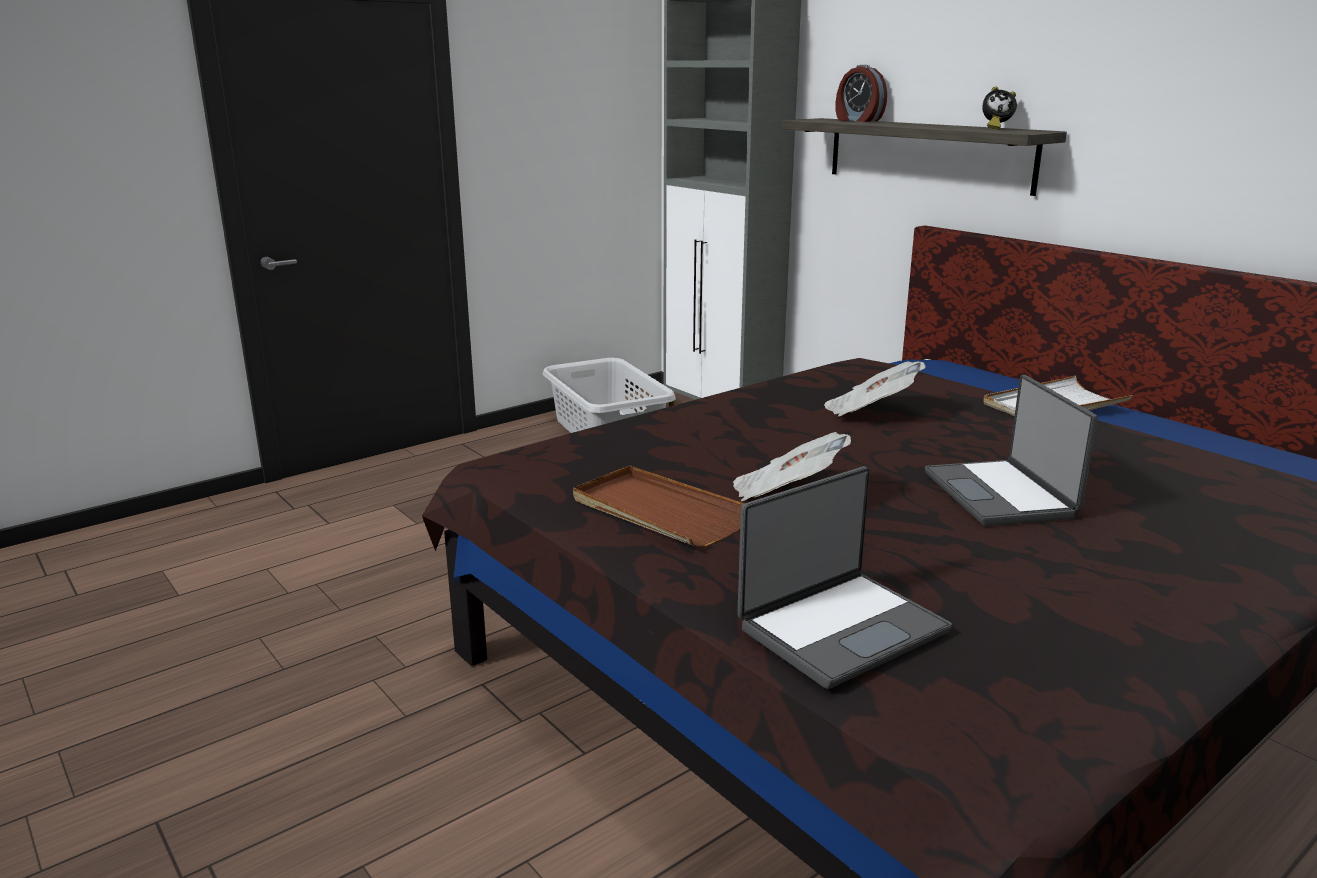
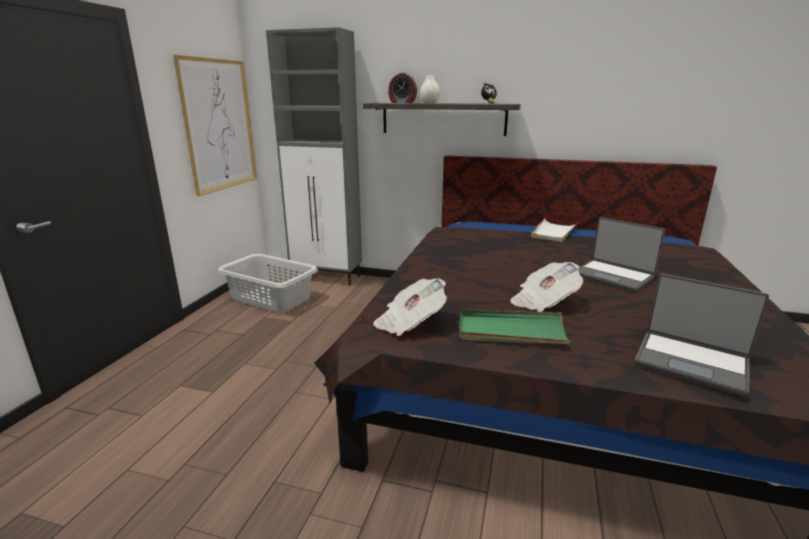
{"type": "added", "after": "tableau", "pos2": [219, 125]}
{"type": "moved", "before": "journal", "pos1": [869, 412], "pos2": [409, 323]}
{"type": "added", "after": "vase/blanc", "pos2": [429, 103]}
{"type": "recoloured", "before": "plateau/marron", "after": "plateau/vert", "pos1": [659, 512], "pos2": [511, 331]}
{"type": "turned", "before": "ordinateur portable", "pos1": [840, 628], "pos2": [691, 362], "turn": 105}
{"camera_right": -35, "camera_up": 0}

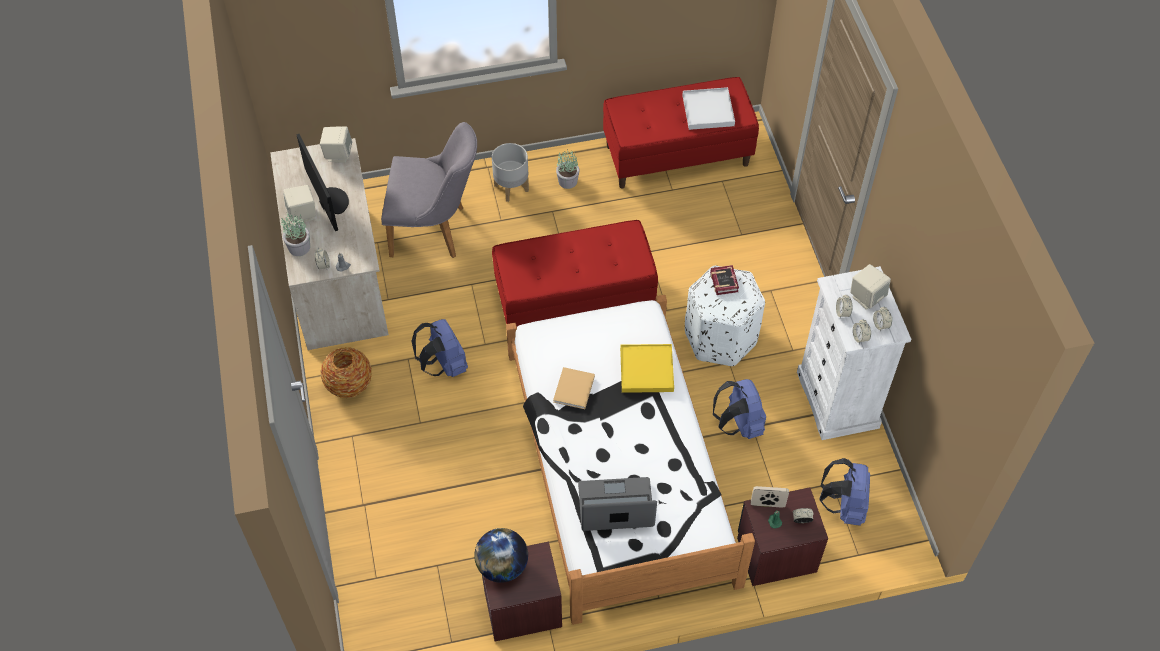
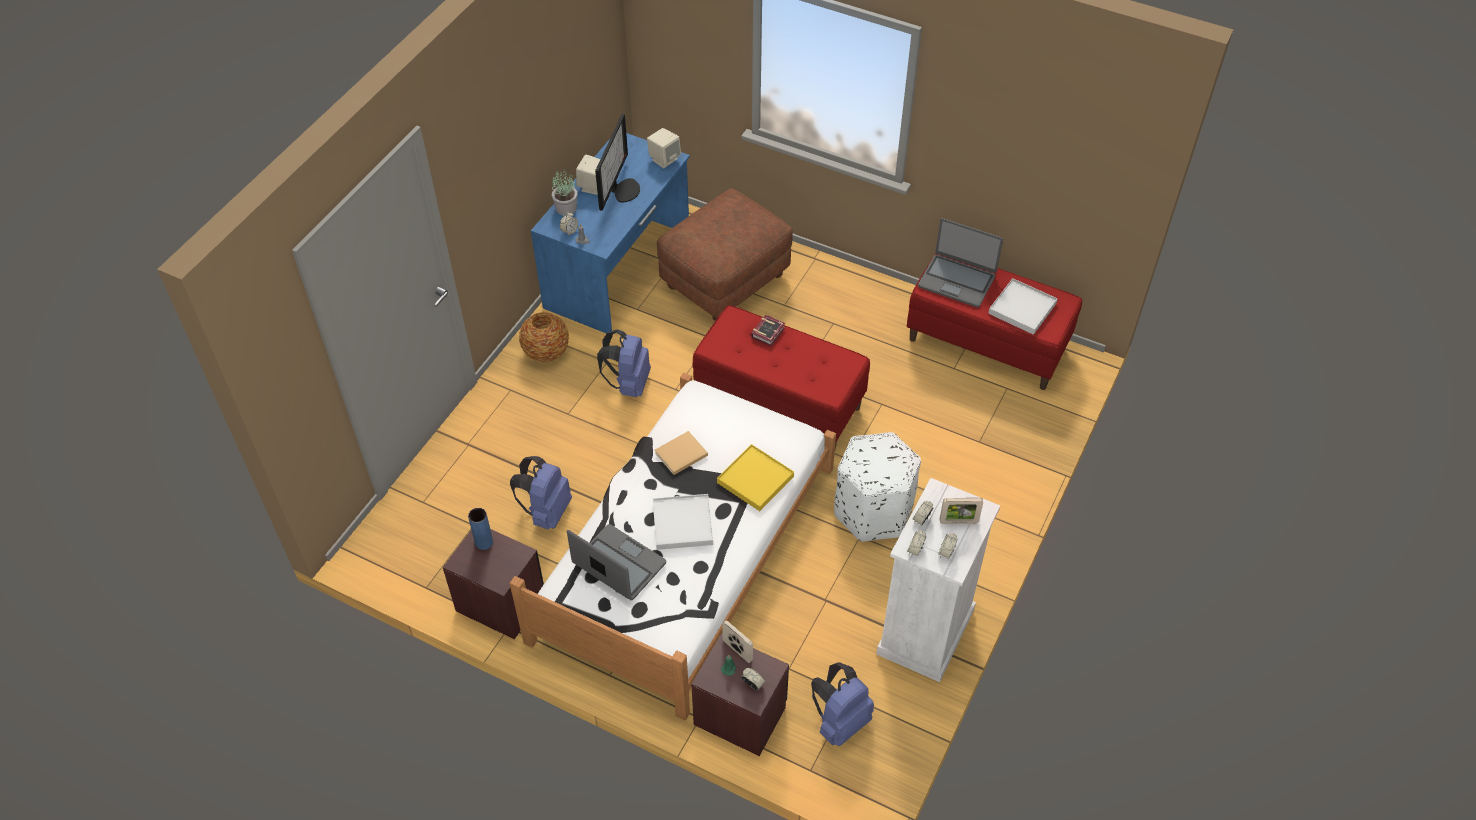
{"type": "replaced", "before": "globe", "after": "vase/bleu", "pos1": [502, 566], "pos2": [484, 542]}
{"type": "moved", "before": "sac à dos/bleu", "pos1": [738, 424], "pos2": [546, 511]}
{"type": "recoloured", "before": "bureau/beige", "after": "bureau/bleu", "pos1": [339, 276], "pos2": [619, 270]}
{"type": "added", "after": "plateau/blanc", "pos2": [682, 524]}
{"type": "replaced", "before": "chaise/gris", "after": "pouf/marron", "pos1": [435, 230], "pos2": [725, 281]}
{"type": "moved", "before": "livre", "pos1": [724, 281], "pos2": [769, 332]}
{"type": "added", "after": "ordinateur portable", "pos2": [957, 281]}
{"type": "replaced", "before": "enceinte/beige", "after": "cadre photo", "pos1": [866, 297], "pos2": [958, 522]}
{"type": "removed", "before": "cache-pot/gris", "pos1": [511, 188]}
{"type": "removed", "before": "plante en pot", "pos1": [568, 181]}
{"camera_right": 40, "camera_up": -5}

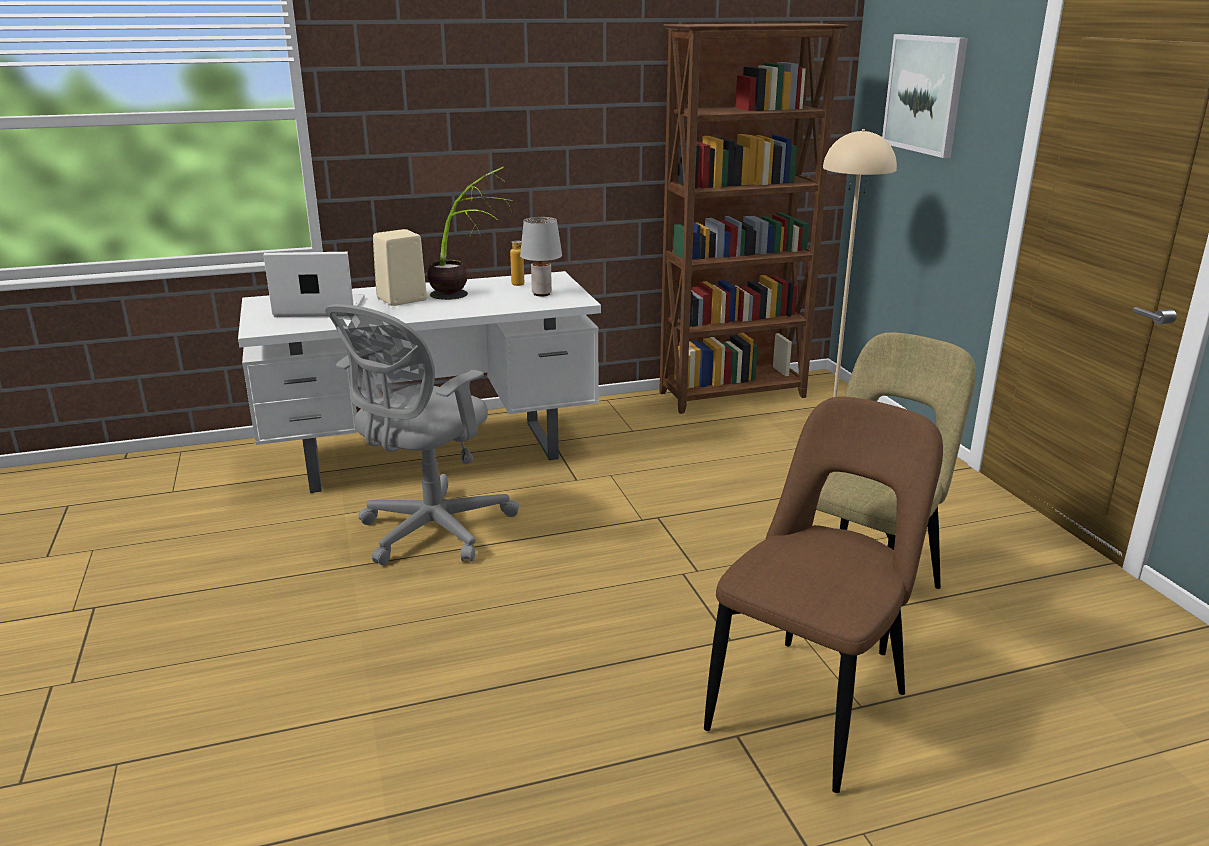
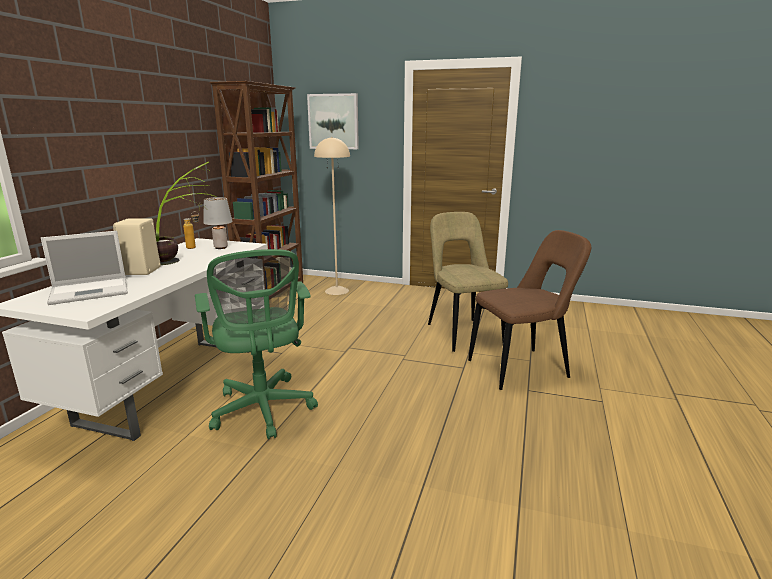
{"type": "turned", "before": "ordinateur portable", "pos1": [318, 308], "pos2": [91, 291], "turn": -150}
{"type": "recoloured", "before": "chaise de bureau/gris", "after": "chaise de bureau/vert", "pos1": [429, 532], "pos2": [263, 411]}
{"type": "turned", "before": "chaise/marron", "pos1": [813, 706], "pos2": [522, 368], "turn": 90}
{"camera_right": -55, "camera_up": -5}

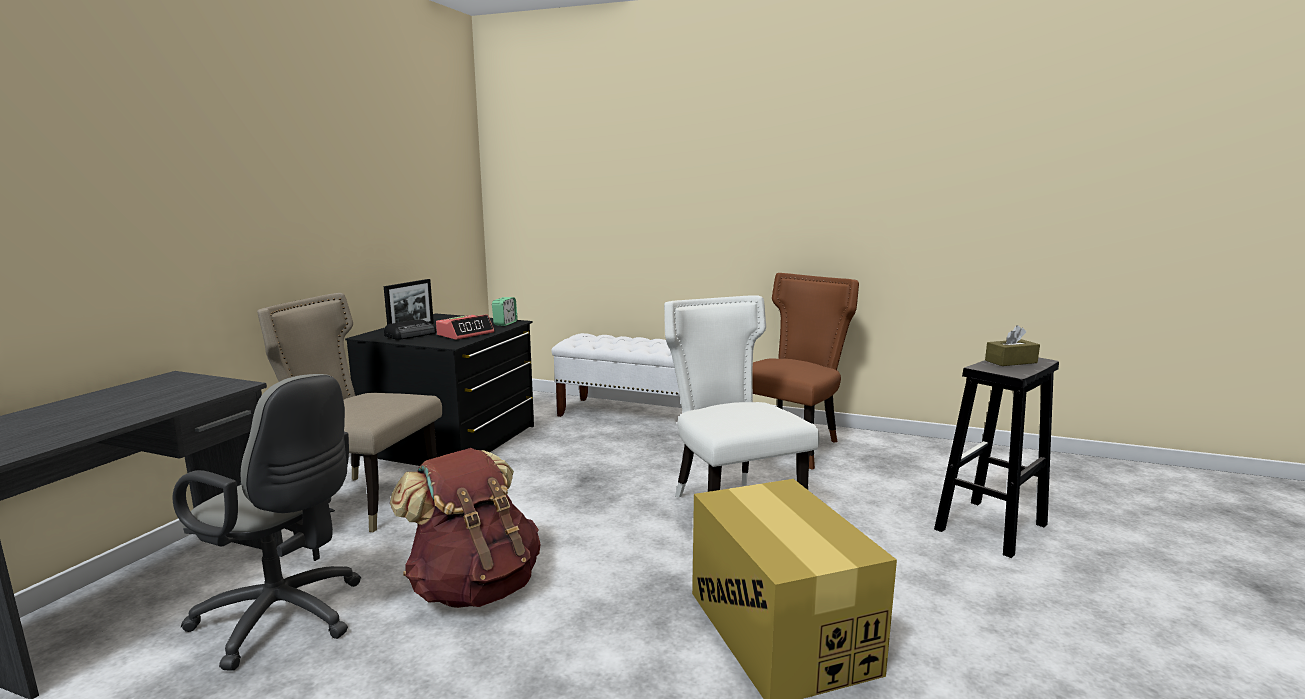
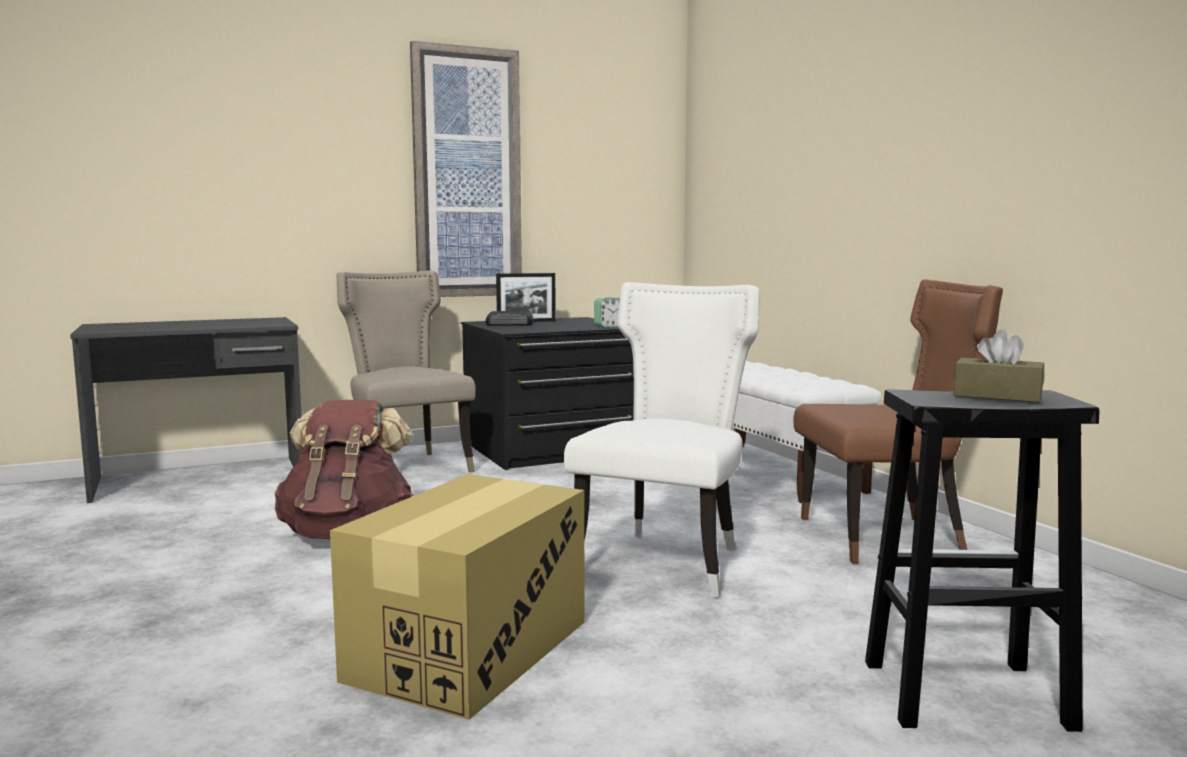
{"type": "added", "after": "tableau", "pos2": [467, 174]}
{"type": "removed", "before": "chaise de bureau/gris", "pos1": [287, 619]}
{"type": "removed", "before": "réveil", "pos1": [465, 334]}
{"camera_right": 45, "camera_up": -5}

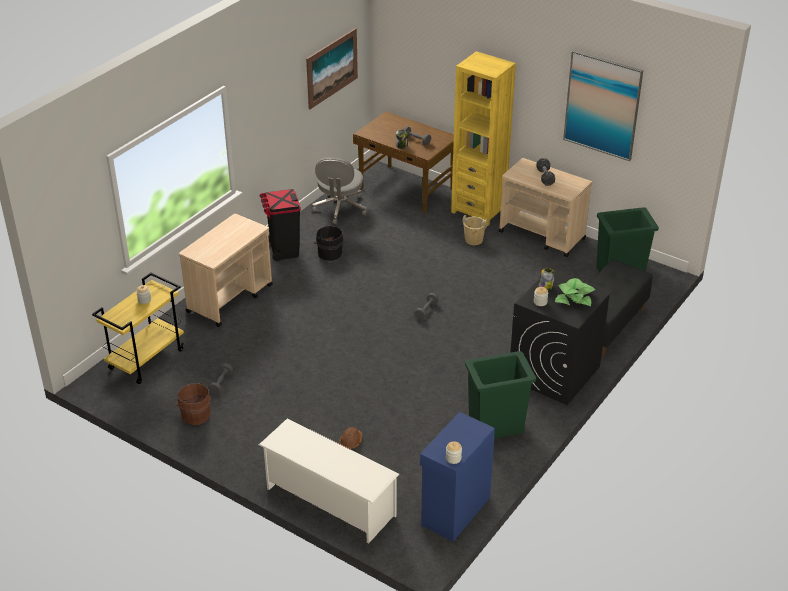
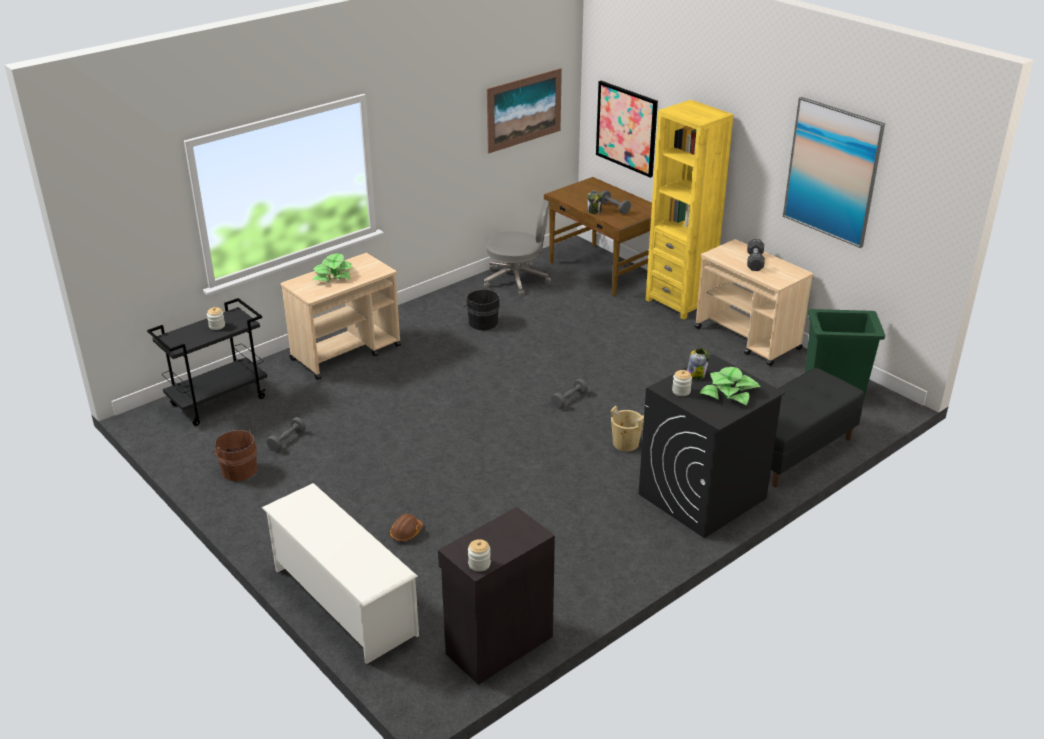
{"type": "recoloured", "before": "chariot/jaune", "after": "chariot/noir", "pos1": [146, 359], "pos2": [219, 401]}
{"type": "added", "after": "plante en pot", "pos2": [333, 275]}
{"type": "recoloured", "before": "meuble de rangement/bleu", "after": "meuble de rangement/noir", "pos1": [454, 511], "pos2": [497, 644]}
{"type": "turned", "before": "chaise de bureau/gris", "pos1": [340, 209], "pos2": [517, 280], "turn": -105}
{"type": "added", "after": "tableau", "pos2": [626, 128]}
{"type": "moved", "before": "seau/beige", "pos1": [473, 240], "pos2": [625, 444]}
{"type": "removed", "before": "poubelle/noir", "pos1": [284, 250]}
{"type": "removed", "before": "poubelle/vert", "pos1": [496, 426]}
{"camera_right": 15, "camera_up": -5}

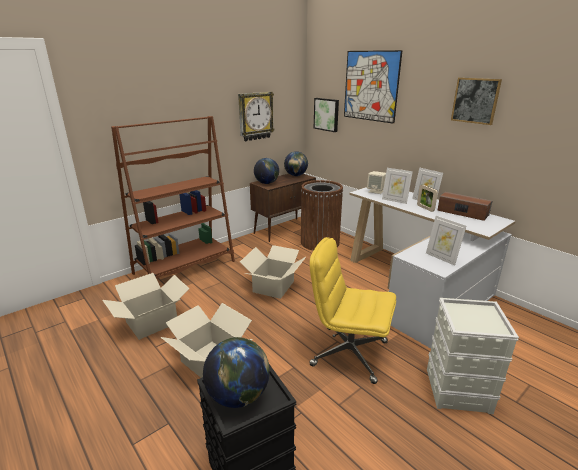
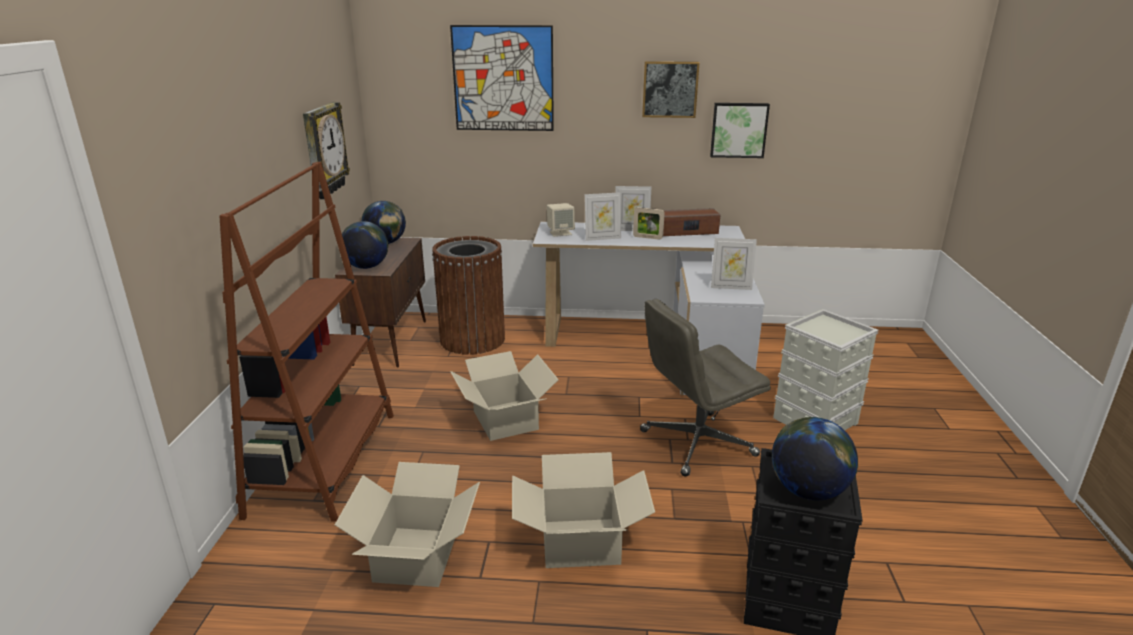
{"type": "recoloured", "before": "chaise de bureau/jaune", "after": "chaise de bureau/gris", "pos1": [348, 353], "pos2": [696, 444]}
{"type": "moved", "before": "tableau", "pos1": [327, 114], "pos2": [738, 130]}
{"camera_right": -45, "camera_up": 0}

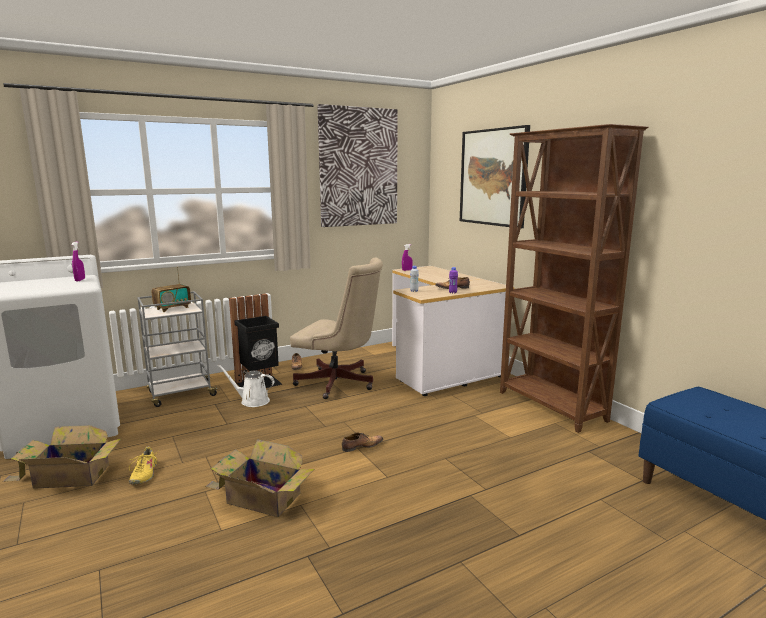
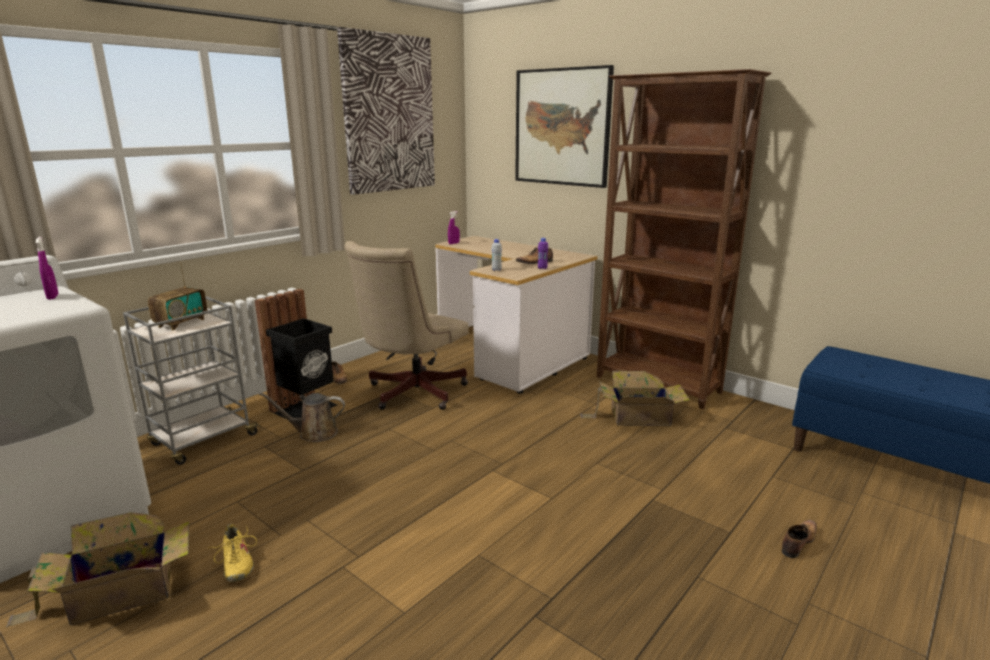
{"type": "recoloured", "before": "arrosoir/blanc", "after": "arrosoir/marron", "pos1": [252, 401], "pos2": [314, 433]}
{"type": "turned", "before": "chaise de bureau/beige", "pos1": [340, 384], "pos2": [411, 394], "turn": 120}
{"type": "moved", "before": "carton", "pos1": [261, 497], "pos2": [637, 417]}
{"type": "moved", "before": "chaussure", "pos1": [361, 446], "pos2": [798, 543]}
{"camera_right": -20, "camera_up": 5}

